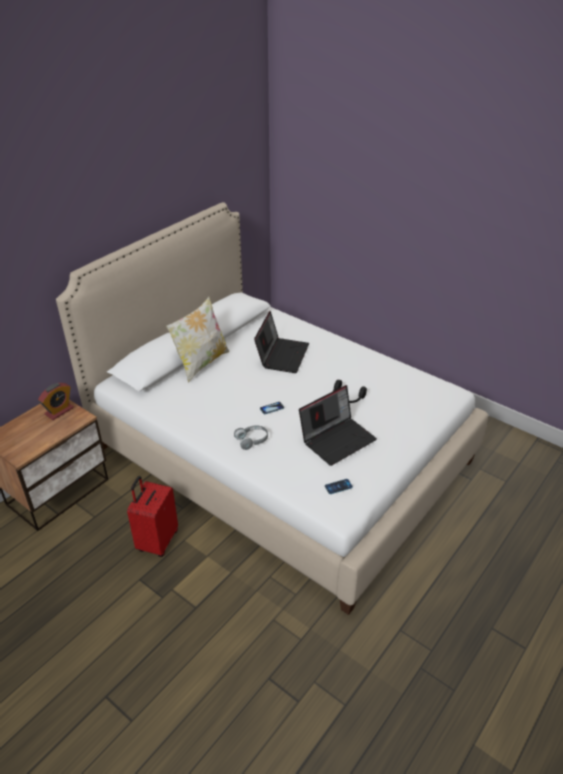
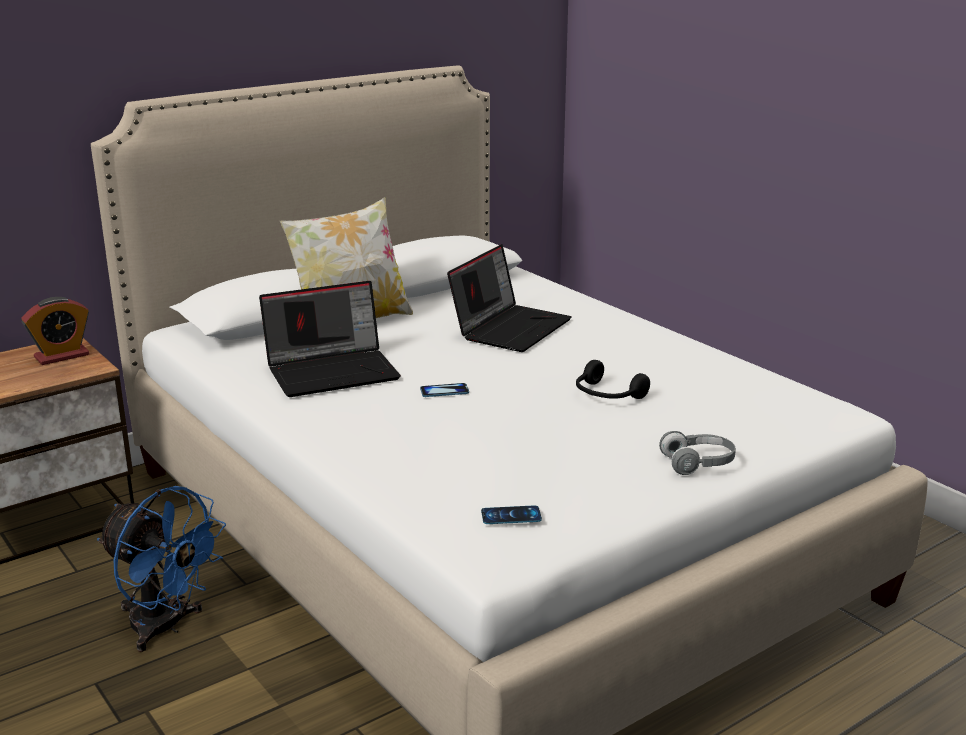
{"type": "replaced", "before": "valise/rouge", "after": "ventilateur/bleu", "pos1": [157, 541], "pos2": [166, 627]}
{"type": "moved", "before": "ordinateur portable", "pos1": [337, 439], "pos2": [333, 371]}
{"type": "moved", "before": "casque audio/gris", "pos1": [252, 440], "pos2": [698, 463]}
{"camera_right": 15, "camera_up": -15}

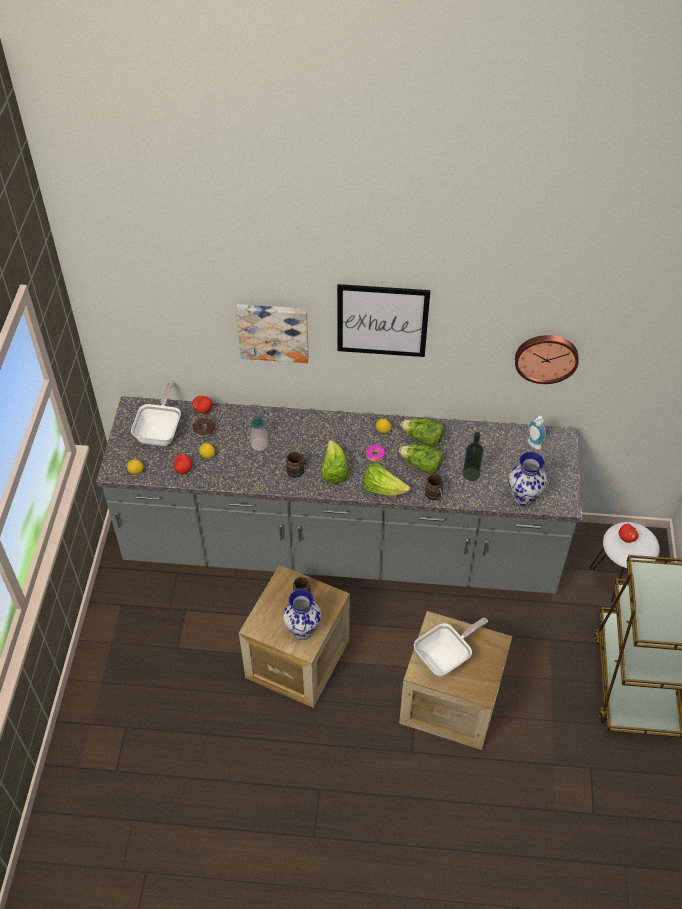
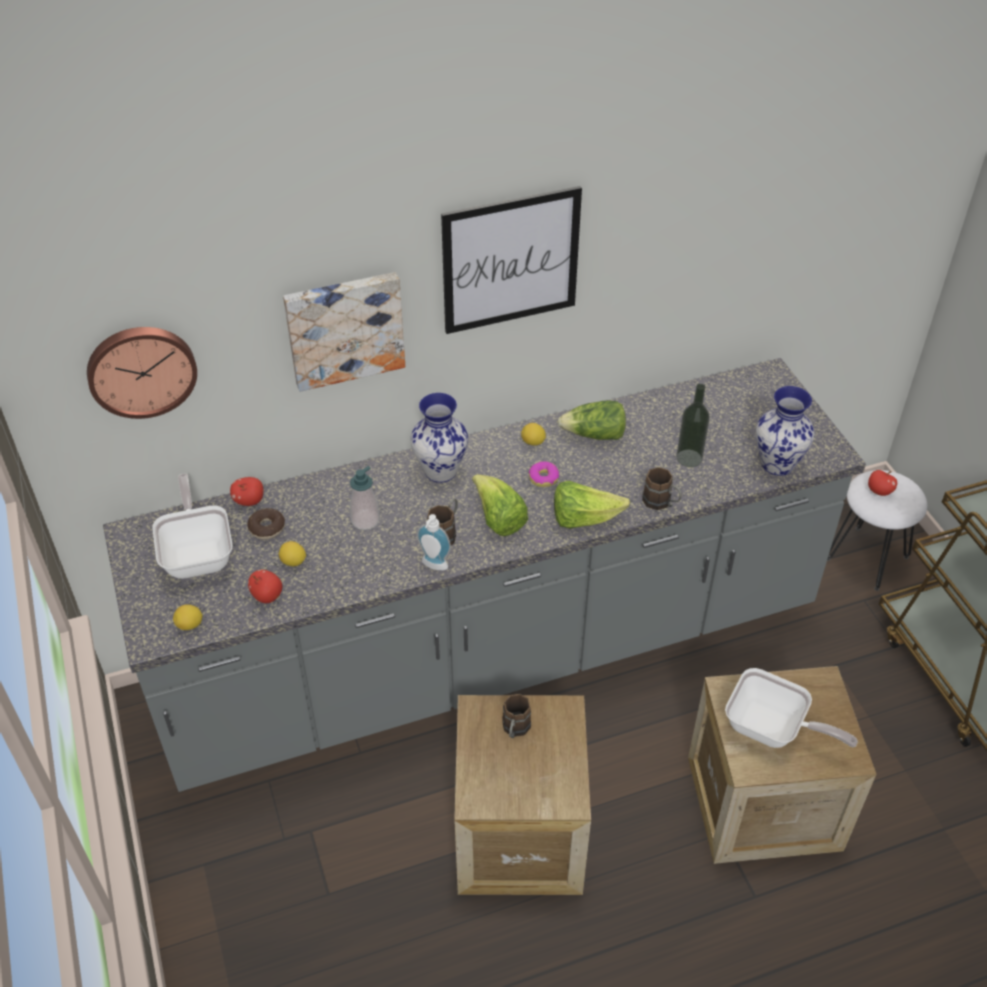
{"type": "moved", "before": "horloge murale", "pos1": [546, 357], "pos2": [141, 369]}
{"type": "moved", "before": "vase", "pos1": [302, 630], "pos2": [439, 471]}
{"type": "moved", "before": "distributeur de savon", "pos1": [532, 445], "pos2": [433, 566]}
{"type": "turned", "before": "poêle", "pos1": [446, 657], "pos2": [771, 730], "turn": 90}
{"type": "removed", "before": "laitue", "pos1": [421, 465]}
{"camera_right": -25, "camera_up": -5}

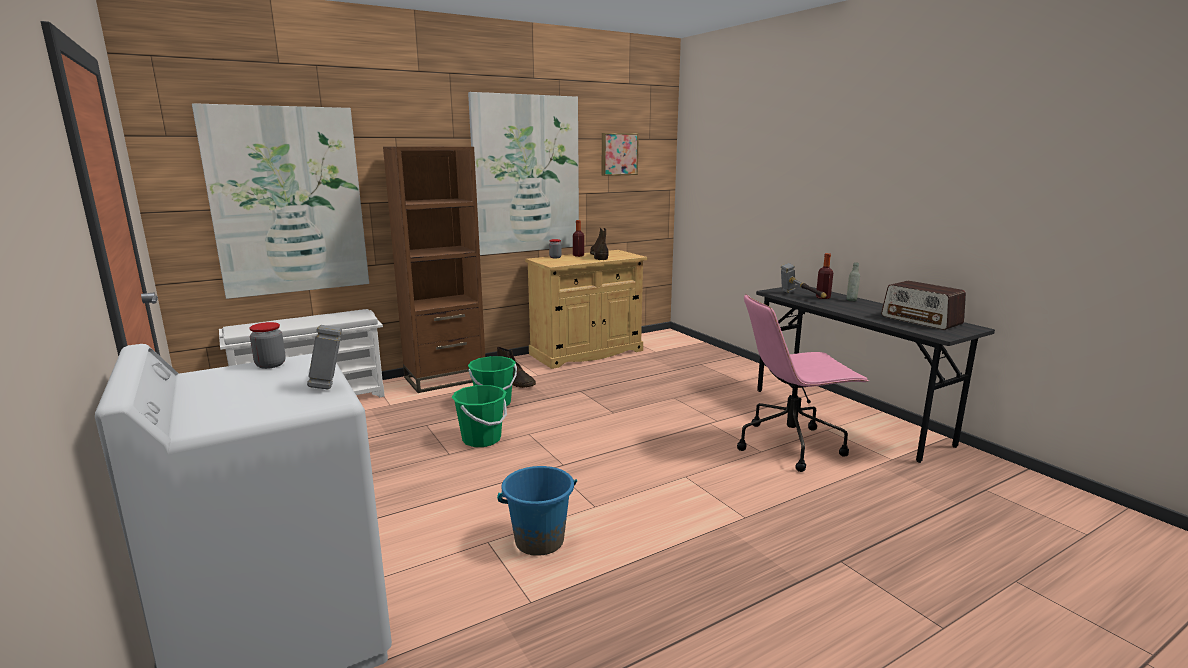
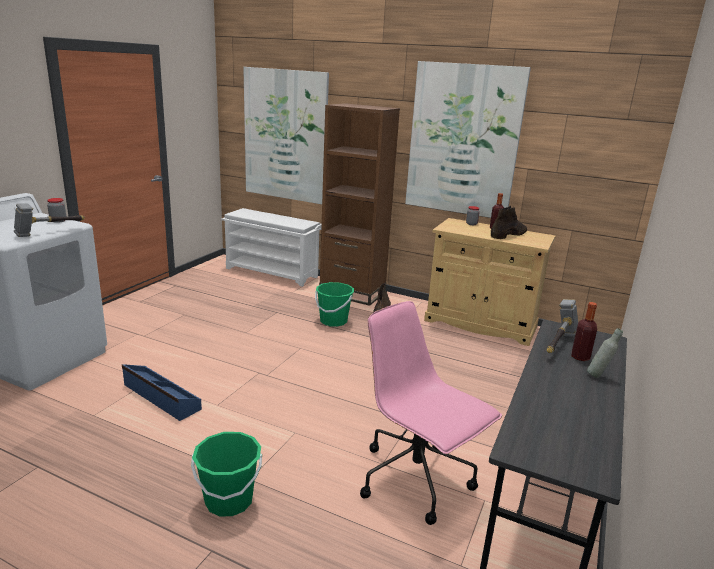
{"type": "replaced", "before": "seau/bleu", "after": "boîte de rangement/bleu", "pos1": [539, 541], "pos2": [160, 397]}
{"type": "moved", "before": "seau/vert", "pos1": [482, 439], "pos2": [229, 500]}
{"type": "removed", "before": "tableau", "pos1": [618, 154]}
{"type": "removed", "before": "radio", "pos1": [921, 320]}
{"camera_right": 55, "camera_up": 5}

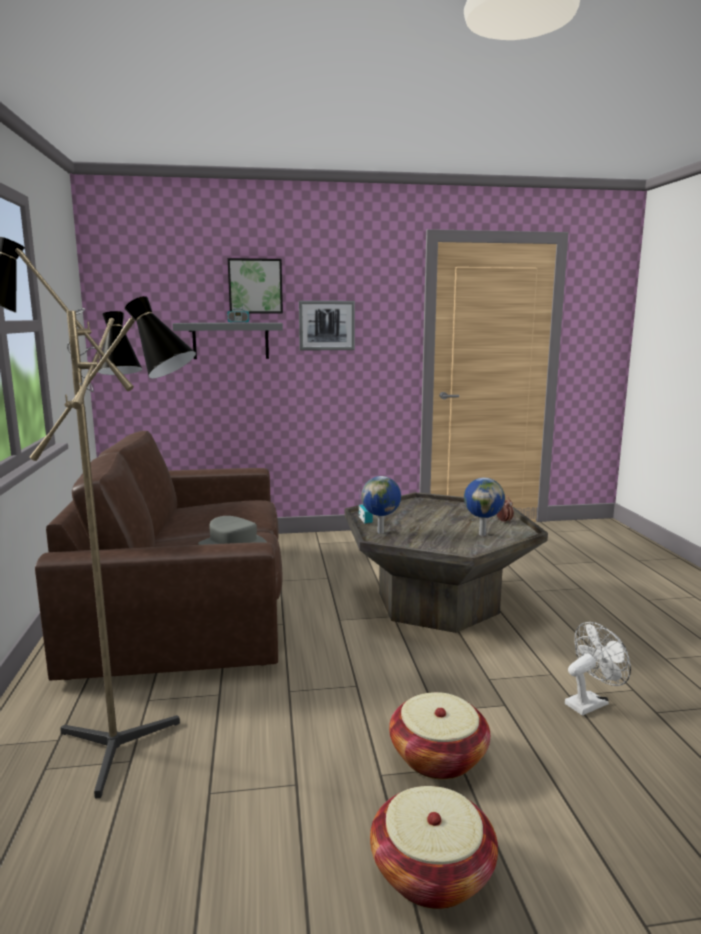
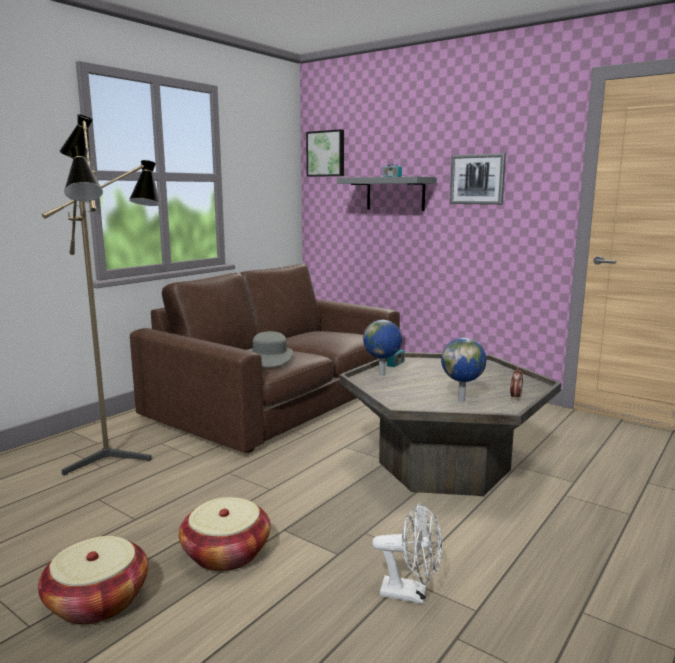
{"type": "moved", "before": "tableau", "pos1": [255, 286], "pos2": [326, 153]}
{"camera_right": 45, "camera_up": 0}

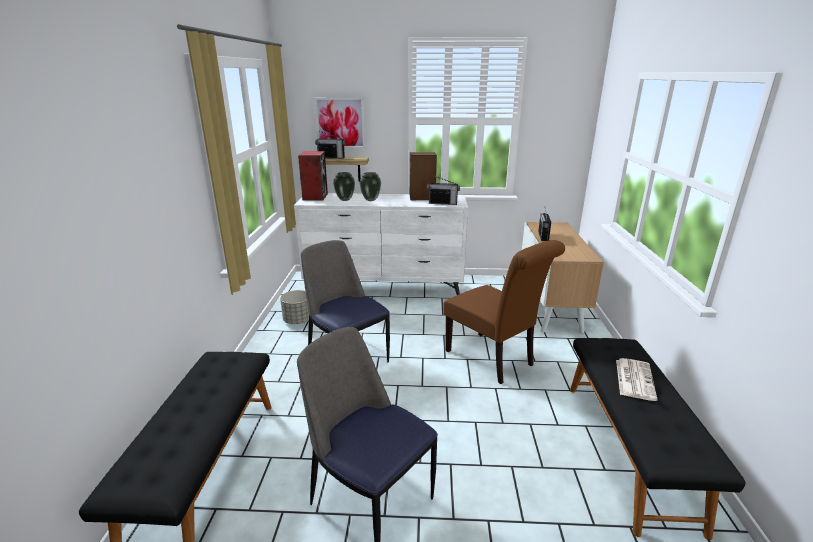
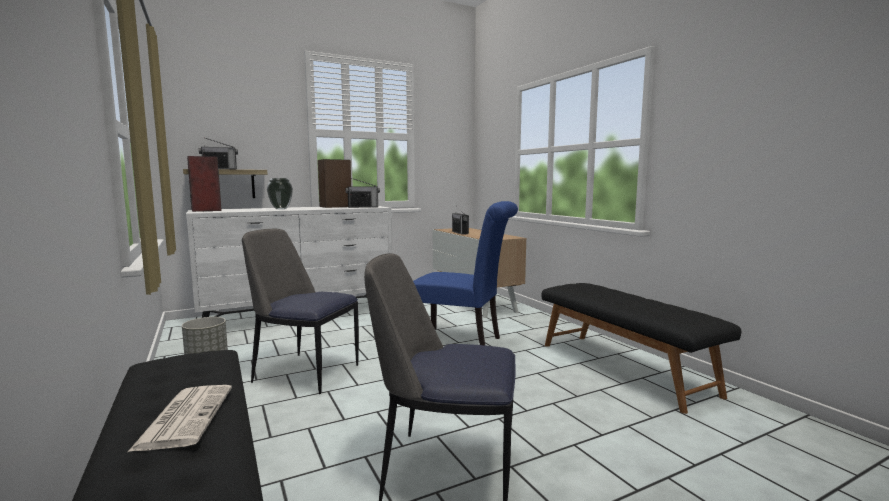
{"type": "moved", "before": "journal", "pos1": [634, 379], "pos2": [185, 416]}
{"type": "recoloured", "before": "chaise/marron", "after": "chaise/bleu", "pos1": [493, 359], "pos2": [462, 341]}
{"type": "removed", "before": "tableau", "pos1": [340, 123]}
{"type": "removed", "before": "vase", "pos1": [344, 199]}
{"camera_right": -30, "camera_up": -15}

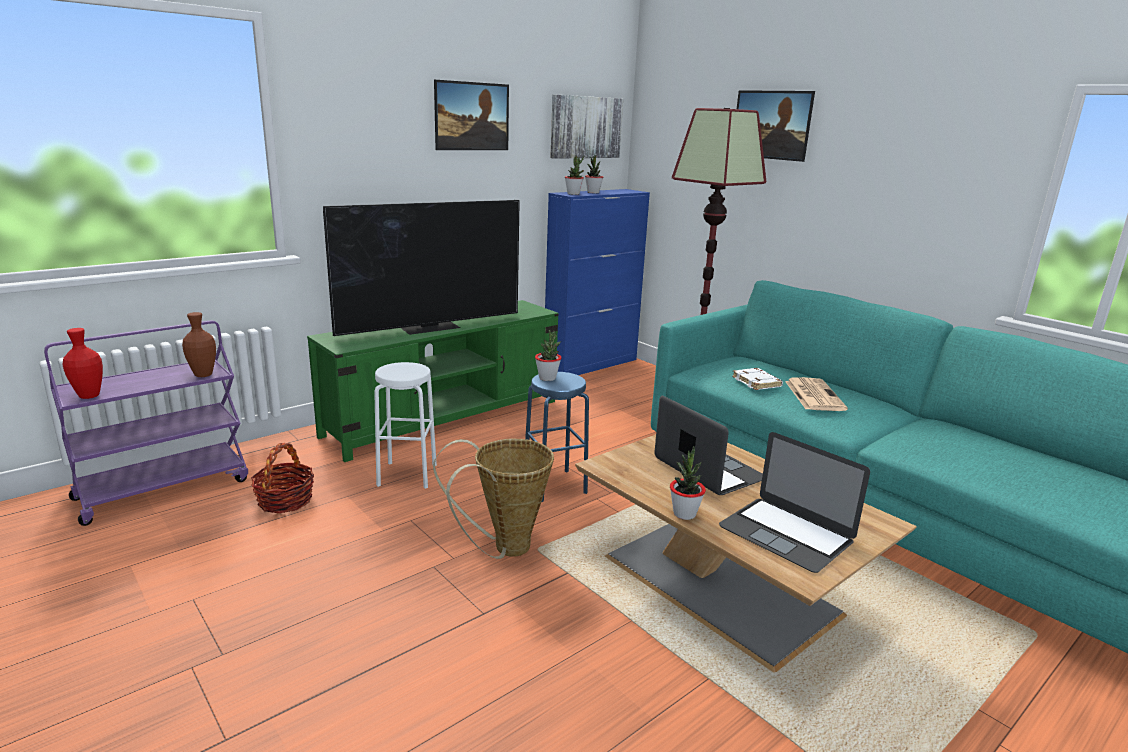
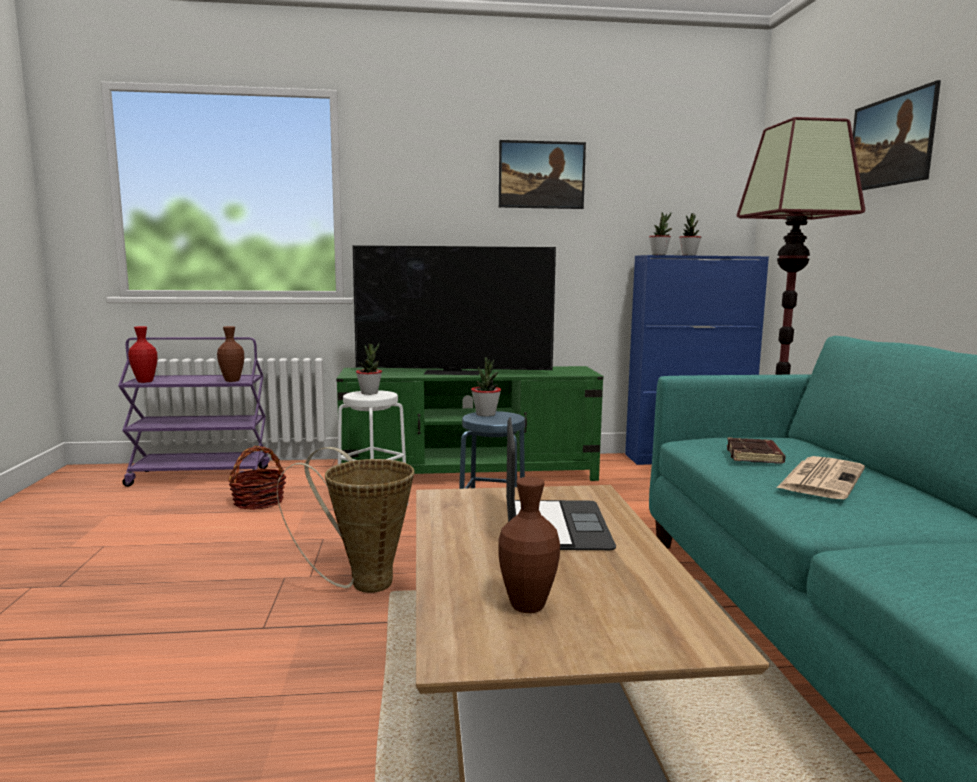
{"type": "moved", "before": "plante en pot", "pos1": [684, 514], "pos2": [369, 393]}
{"type": "replaced", "before": "ordinateur portable", "after": "vase/marron", "pos1": [786, 533], "pos2": [527, 606]}
{"type": "recoloured", "before": "livre/blanc", "after": "livre/marron", "pos1": [757, 382], "pos2": [755, 456]}
{"type": "removed", "before": "tableau", "pos1": [585, 127]}
{"camera_right": 35, "camera_up": -10}

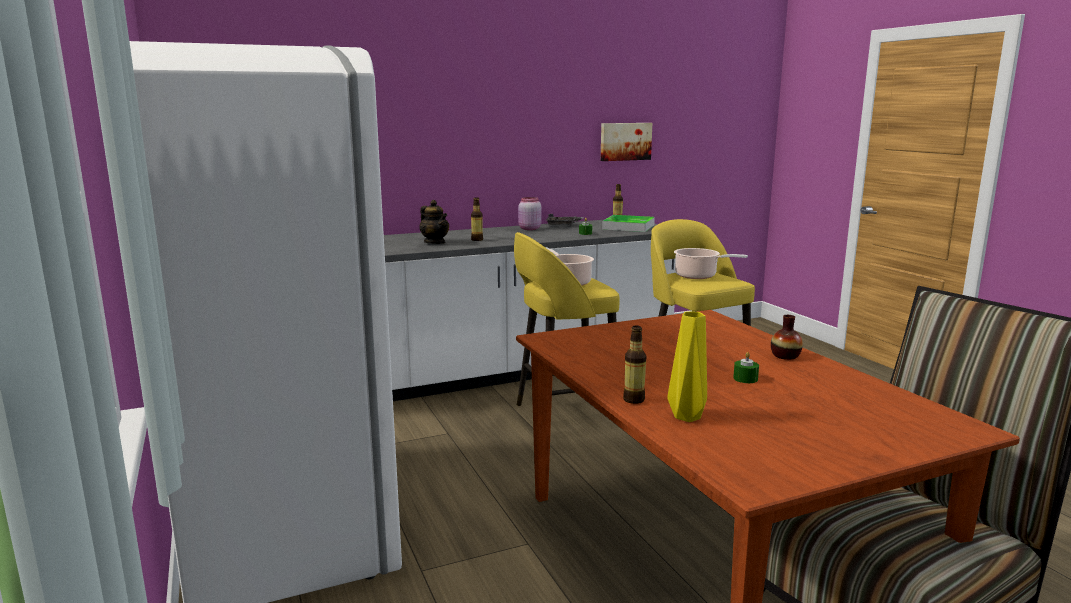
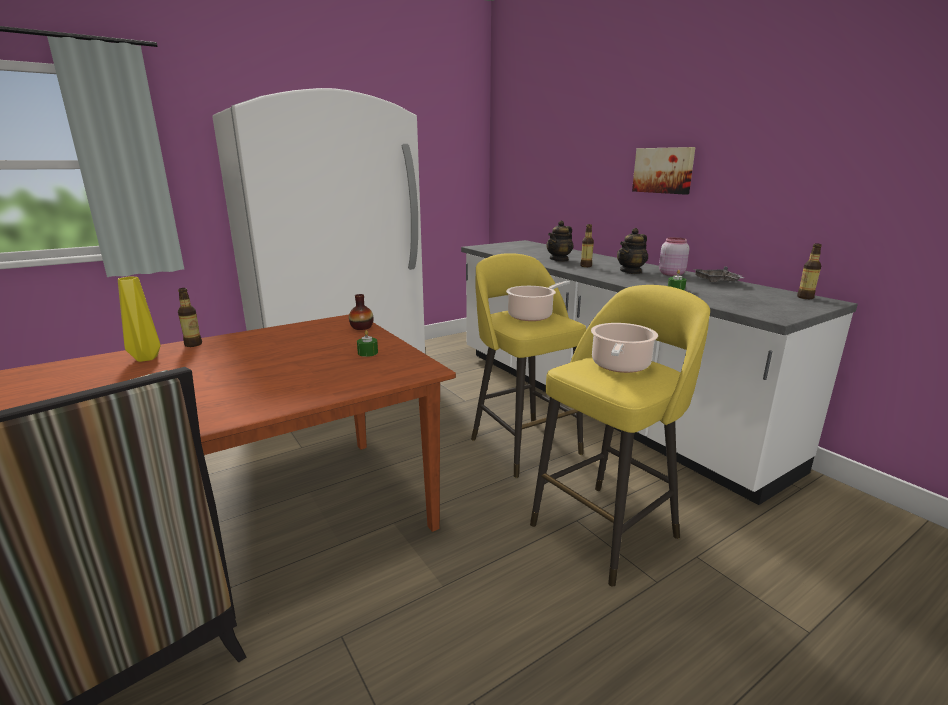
{"type": "moved", "before": "vase", "pos1": [785, 356], "pos2": [361, 327]}
{"type": "moved", "before": "bougie/vert", "pos1": [745, 378], "pos2": [367, 353]}
{"type": "added", "after": "théière", "pos2": [631, 271]}
{"type": "moved", "before": "tableau", "pos1": [625, 141], "pos2": [663, 170]}
{"type": "removed", "before": "plateau", "pos1": [628, 227]}
{"camera_right": 80, "camera_up": 5}

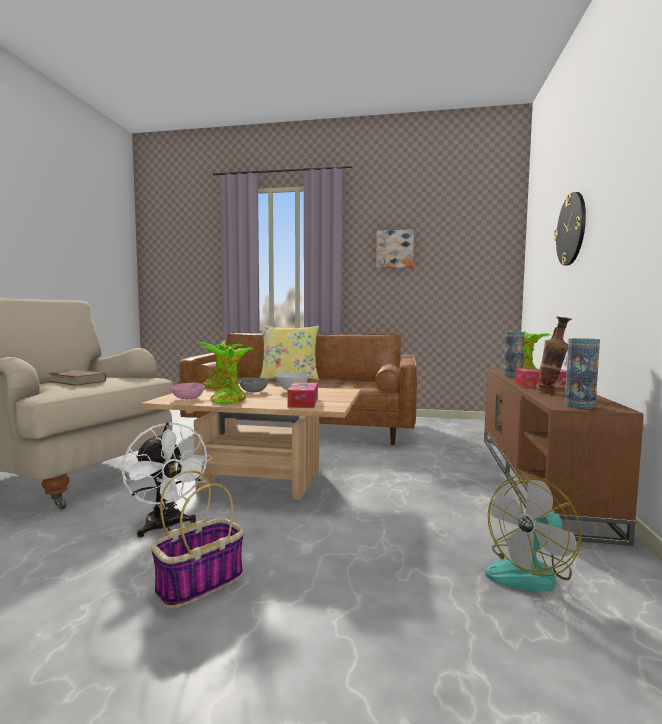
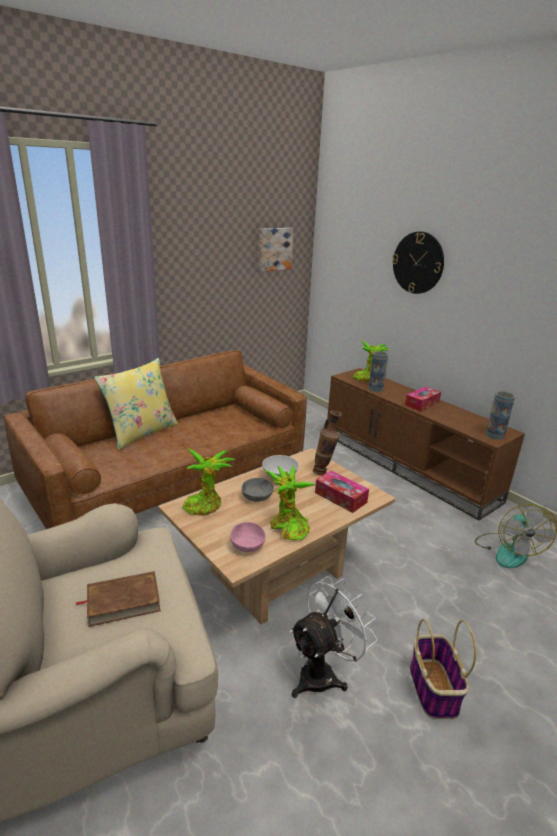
{"type": "moved", "before": "tableau", "pos1": [394, 249], "pos2": [274, 249]}
{"type": "turned", "before": "ventilateur/blanc", "pos1": [166, 527], "pos2": [323, 673], "turn": -45}
{"type": "moved", "before": "vase", "pos1": [551, 392], "pos2": [324, 472]}
{"camera_right": -50, "camera_up": 20}

